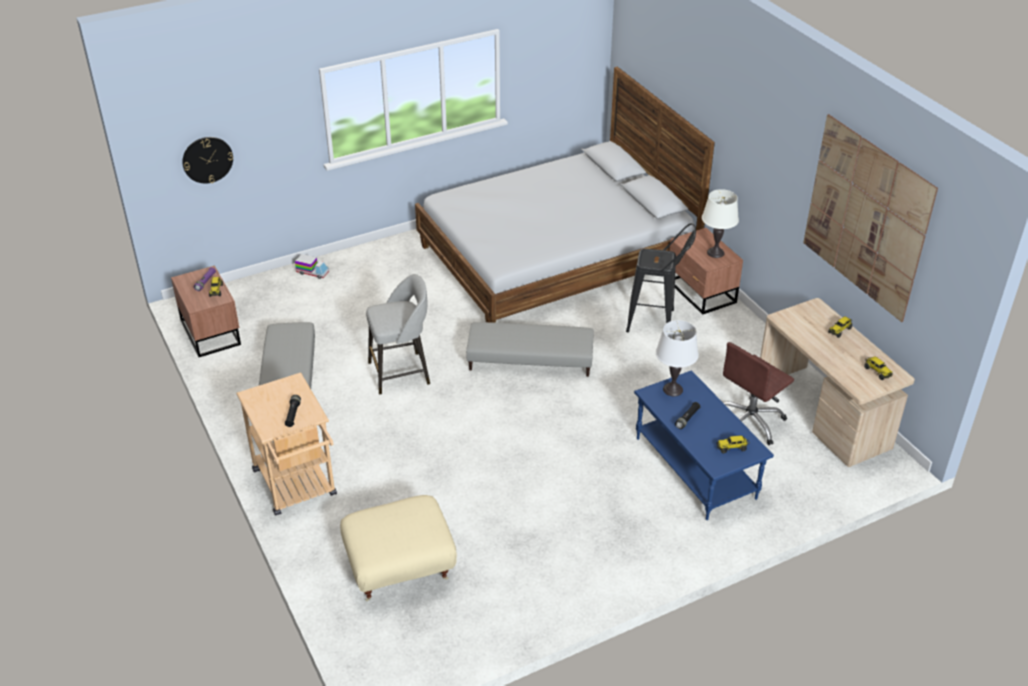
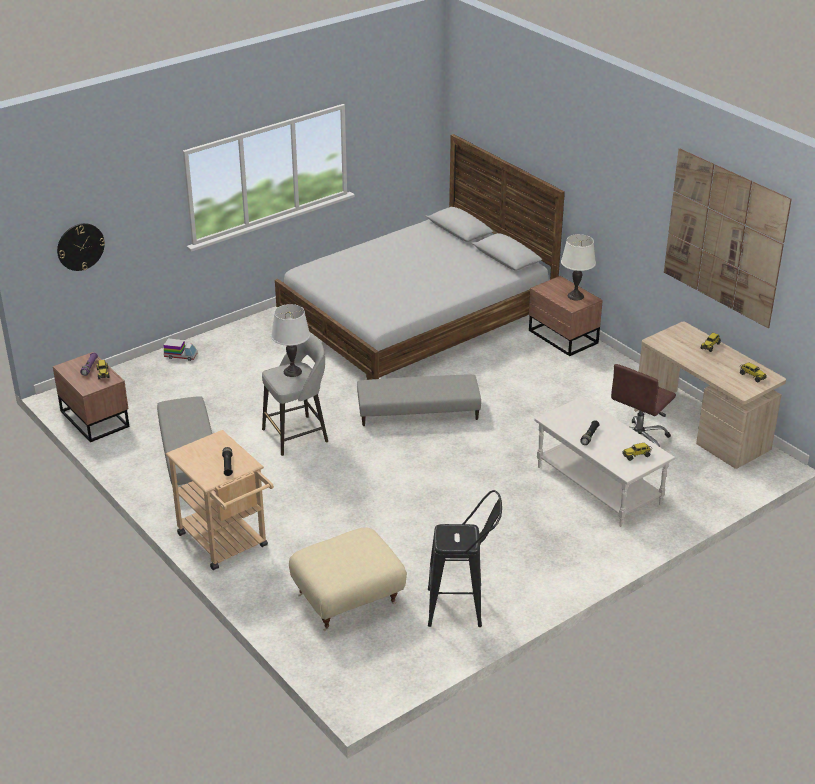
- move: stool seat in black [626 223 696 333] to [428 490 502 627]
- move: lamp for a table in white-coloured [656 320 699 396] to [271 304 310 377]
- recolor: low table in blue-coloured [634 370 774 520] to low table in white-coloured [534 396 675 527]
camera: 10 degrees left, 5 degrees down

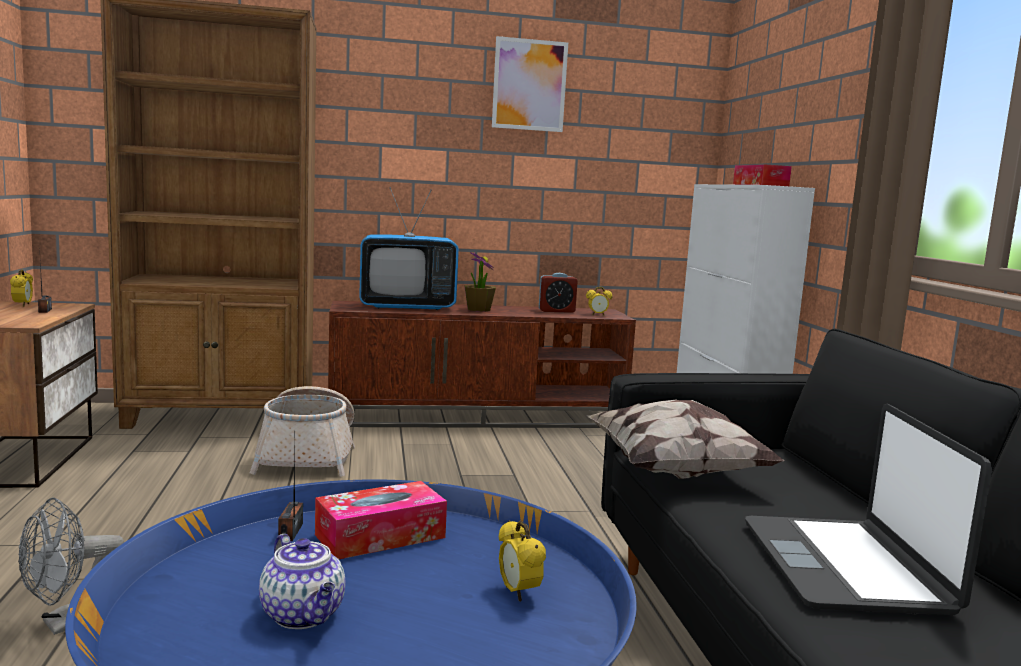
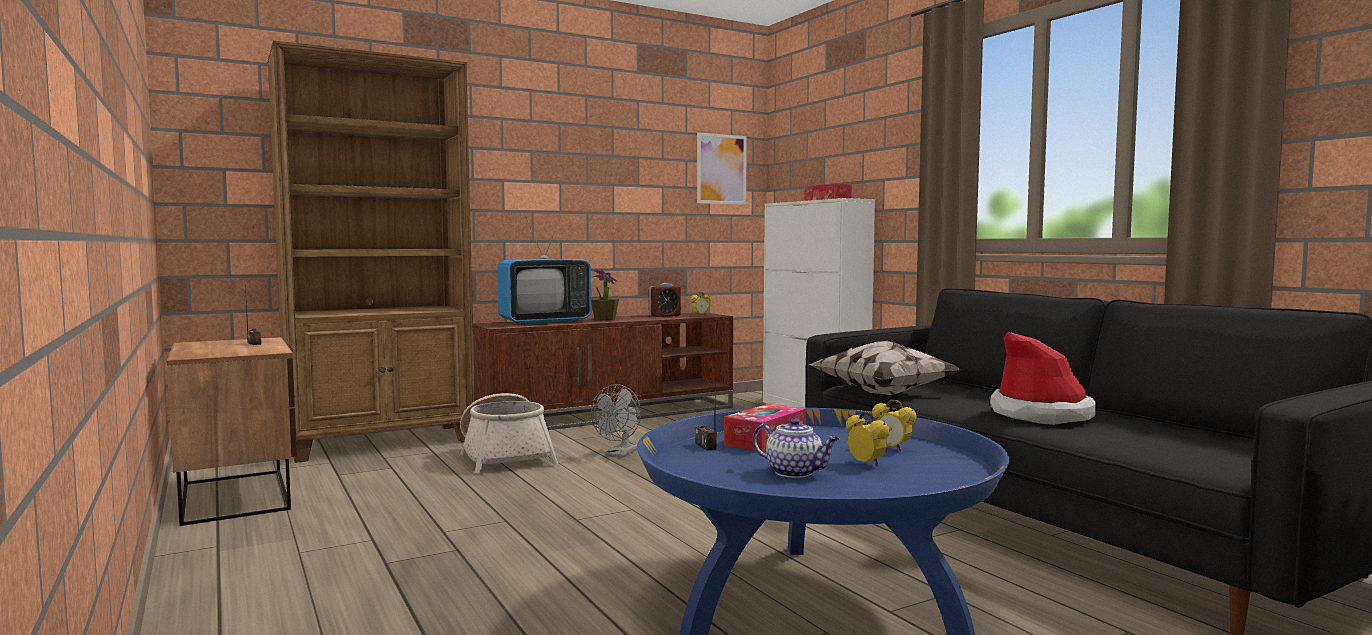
- move: table clock [10 270 33 307] to [846 411 890 466]
- move: electric fan in grey [18 498 124 635] to [591 384 641 458]
- move: wall picture [492 36 568 132] to [697 132 747 205]
- replace: portable computer [745 404 992 615] to hat [990 332 1096 425]
camera: 20 degrees left, 5 degrees down

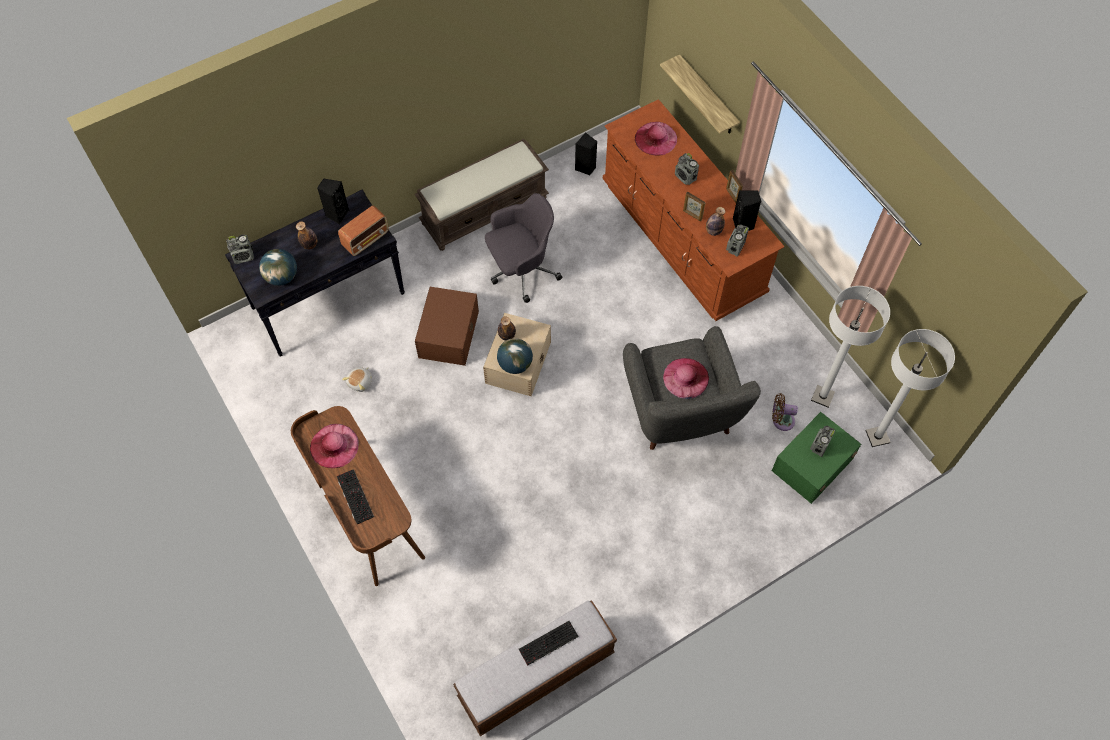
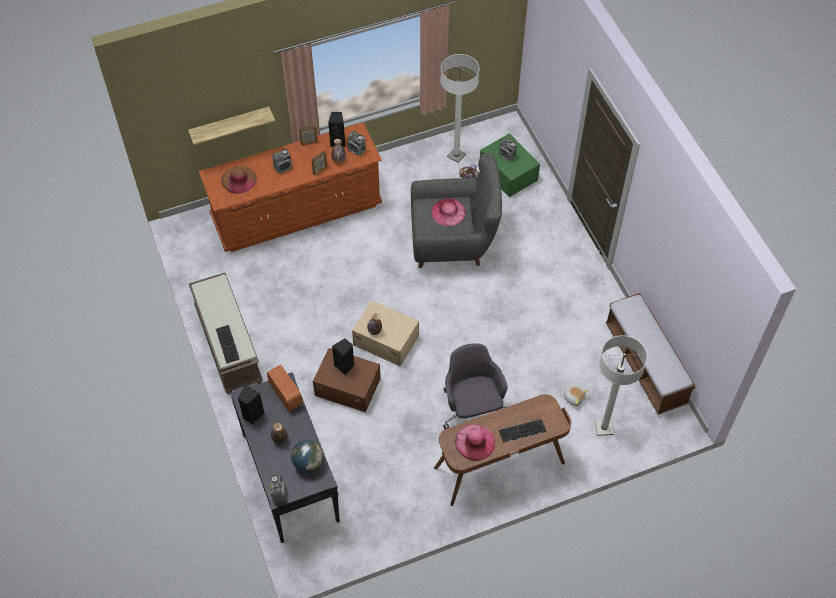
- delete: globe [497 338 533 374]
- move: cuddly toy [342 367 372 392] to [563 385 589 406]
- move: office chair in grey [485 193 562 303] to [443 343 508 430]
- move: PC keyboard [519 621 579 666] to [216 325 240 364]
- move: loudspeaker in black [575 132 597 175] to [332 338 354 376]
- move: standard lamp in white-coloured [865 329 955 447] to [595 335 647 436]
- recolor: hat in pinkish [635 122 677 156] to hat in brown [221 166 257 194]
camera: 80 degrees left, 5 degrees down

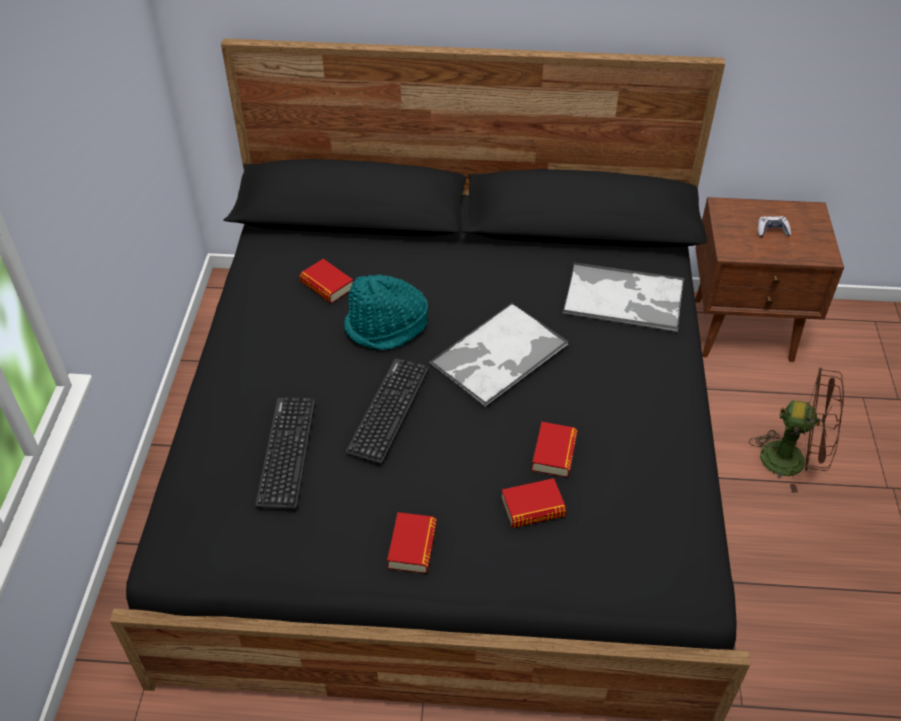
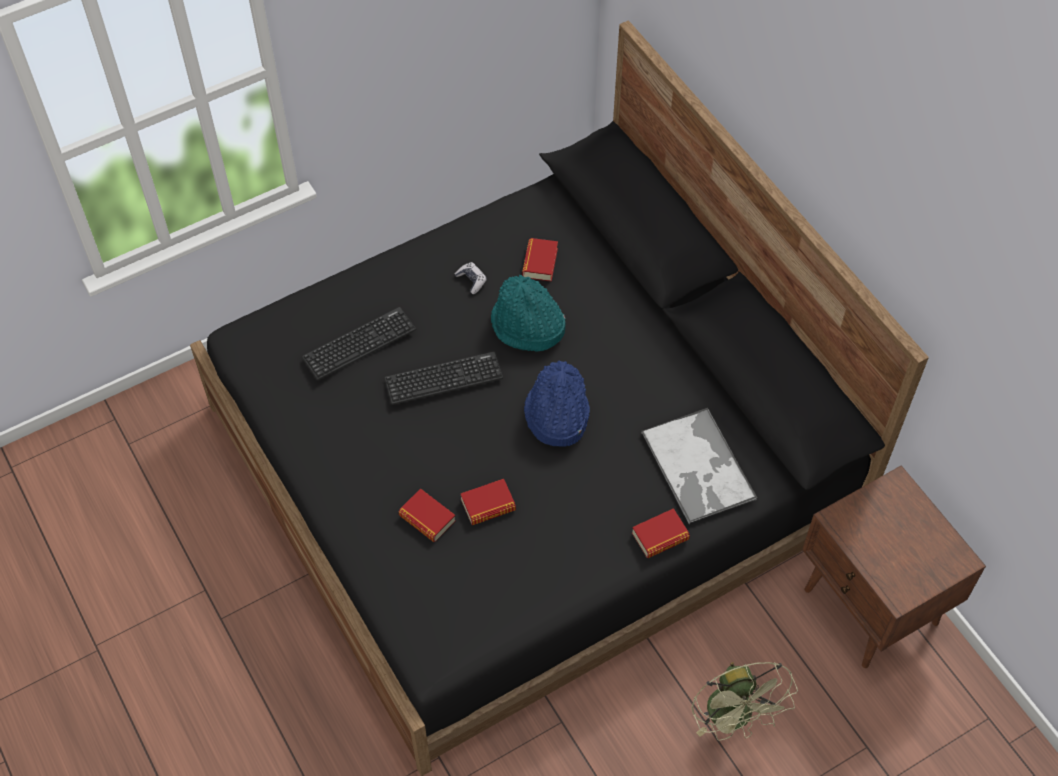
- move: bound book [387 512 437 574] to [632 508 690 558]
- move: game controller [758 216 791 237] to [455 262 487 294]
- replace: carrying tray [430 302 568 408] to hat in blue-coloured [524 360 590 447]
- recolor: electric fan in brown [749 368 844 493] to electric fan in greenish [691 662 798 741]
camera: 55 degrees right, 10 degrees up

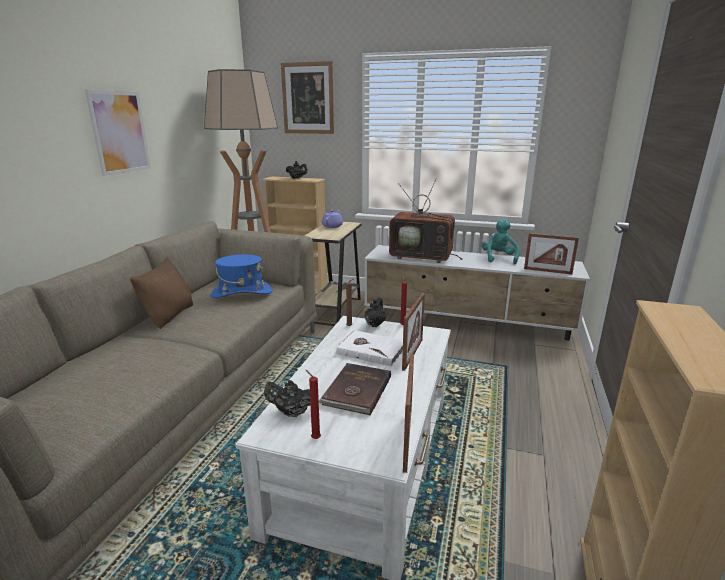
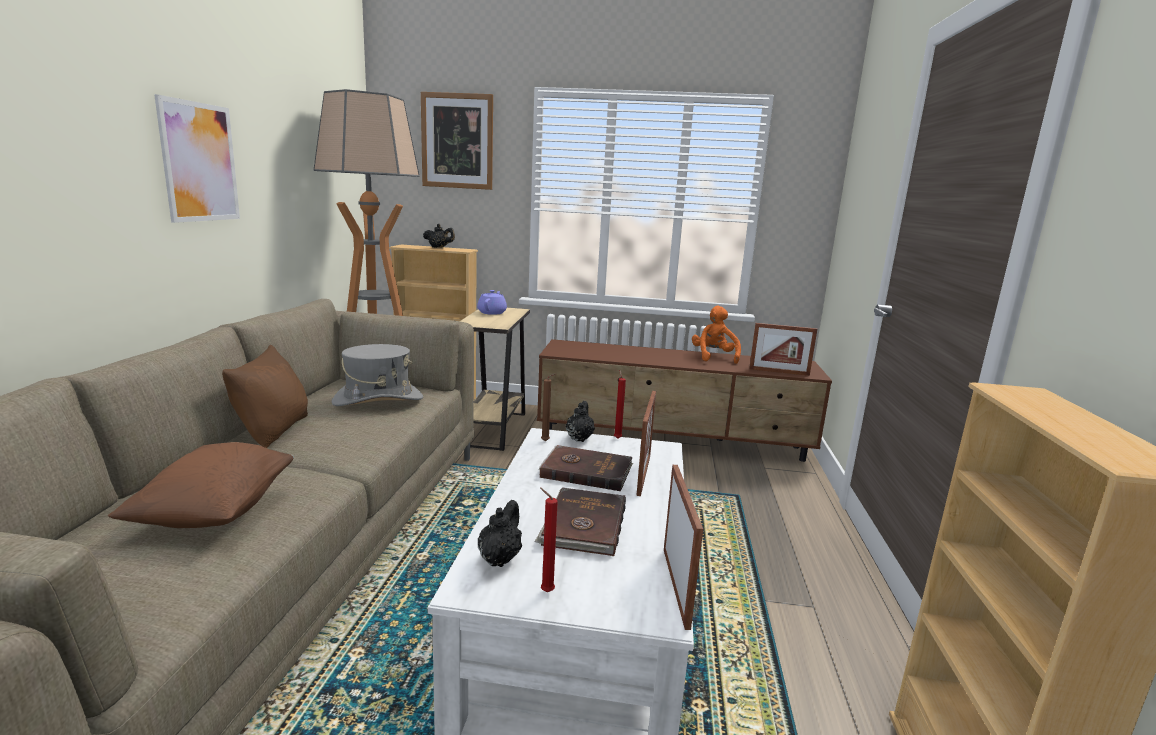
- delete: TV [389 178 463 263]
- insert: pillow in brown [107 442 294 528]
- recolor: hat in blue-coloured [210 254 273 298] to hat in grey [331 344 423 406]
- recolor: bound book in white-coloured [336 330 403 367] to bound book in brown [539 445 633 491]
- recolor: tv unit in white-coloured [364 245 590 340] to tv unit in brown [537 339 832 462]
- recolor: cuddly toy in blue-green [482 219 520 264] to cuddly toy in orange [692 306 741 364]
- rotate: teapot in black [264 380 311 417] = [478 500 522 567] 105 degrees clockwise
camera: 10 degrees left, 5 degrees down

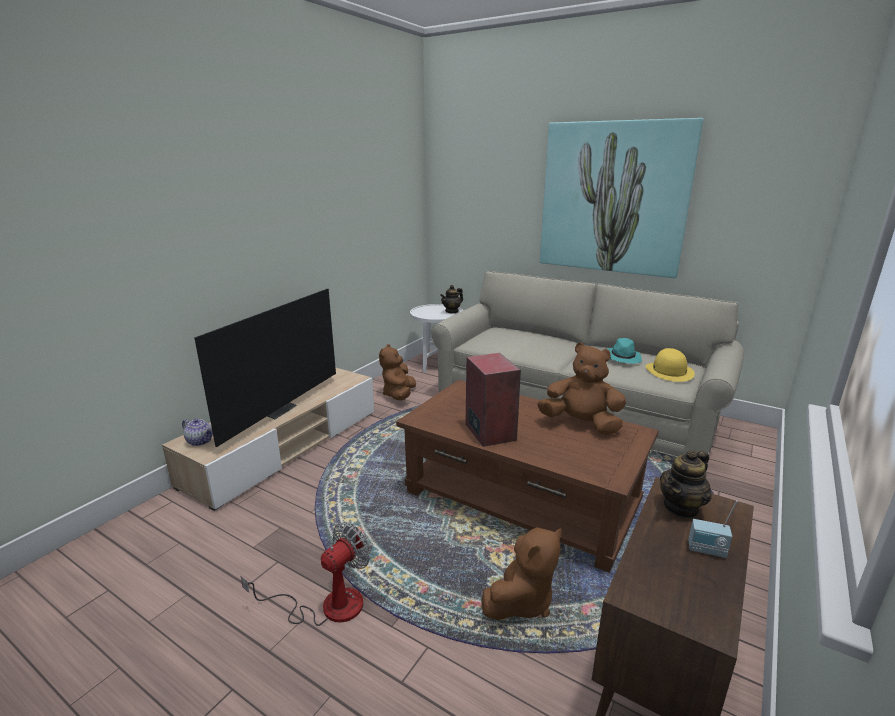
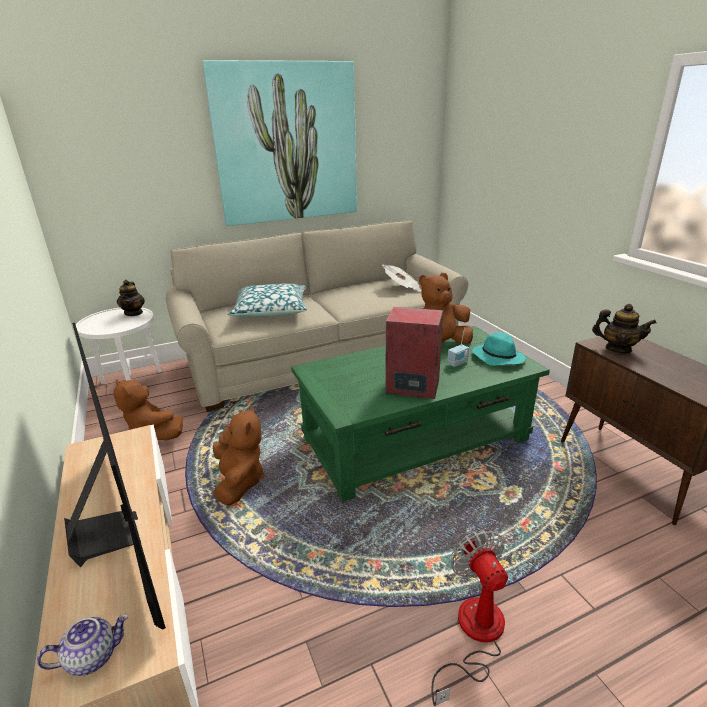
- insert: pillow [228 283 307 317]
- move: cuddly toy in brown [481 527 562 620] to [213 405 265 505]
- move: hat in blue-green [606 338 642 364] to [472 332 526 366]
- move: radio set [688 501 738 558] to [447 328 469 367]
- replace: hat in yellow-coloured [645 348 695 382] to daily paper [382 264 421 291]
- recolor: low table in brown [396 380 659 573] to low table in greenish [291 326 550 502]
- rotate: teapot [660 450 712 519] = [592 304 657 353] 60 degrees counterclockwise
camera: 55 degrees left, 5 degrees up

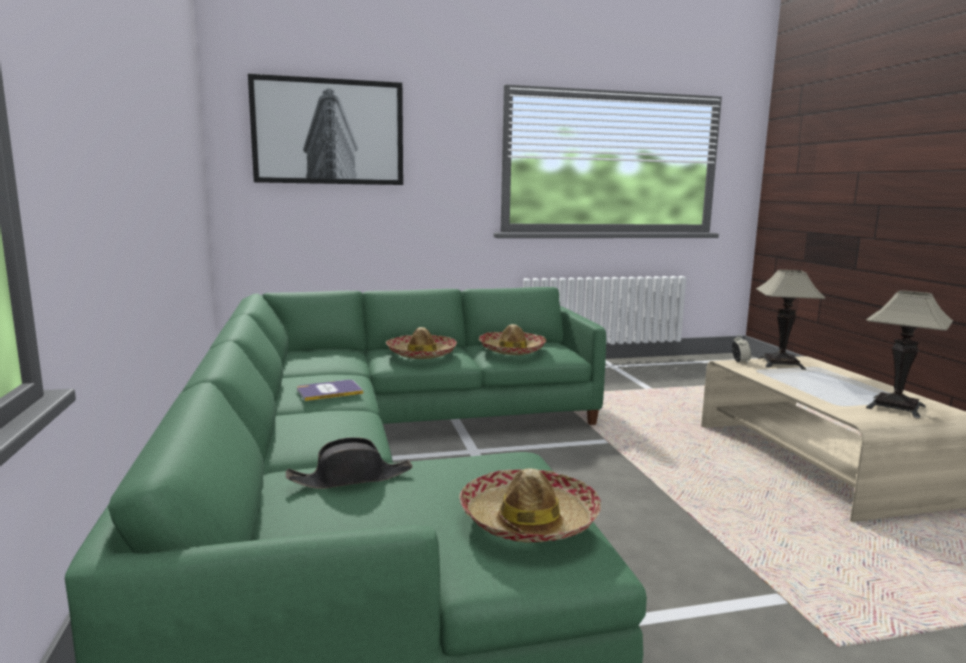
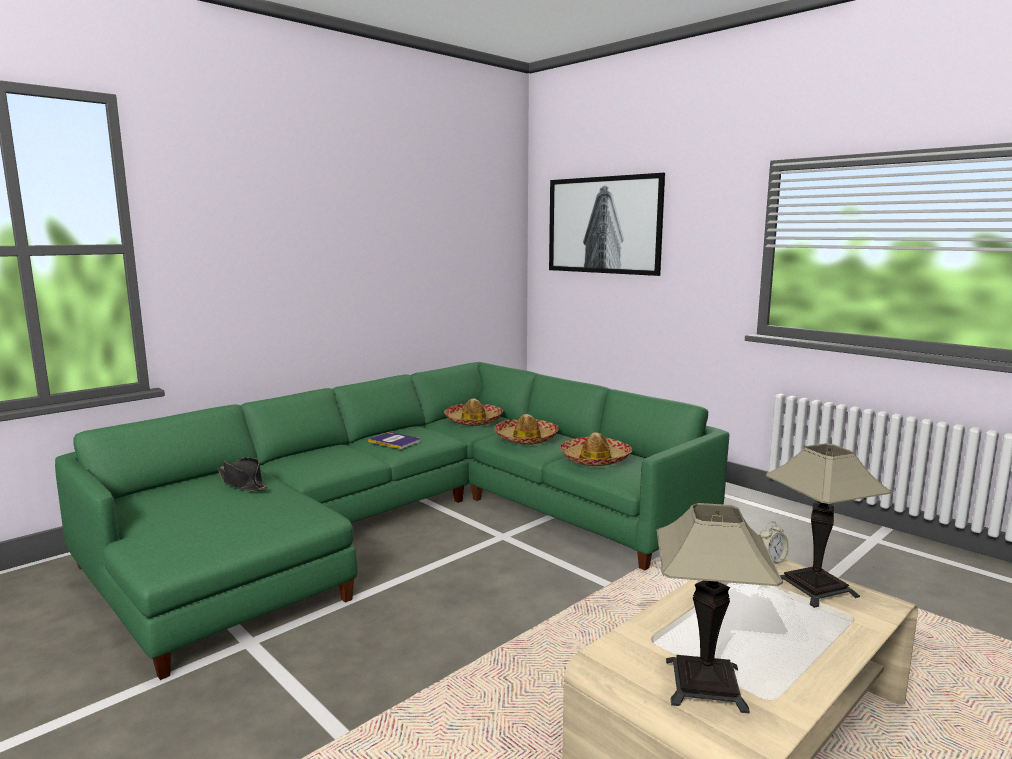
- move: hat [459 469 601 542] to [444 398 503 426]
camera: 60 degrees right, 0 degrees up

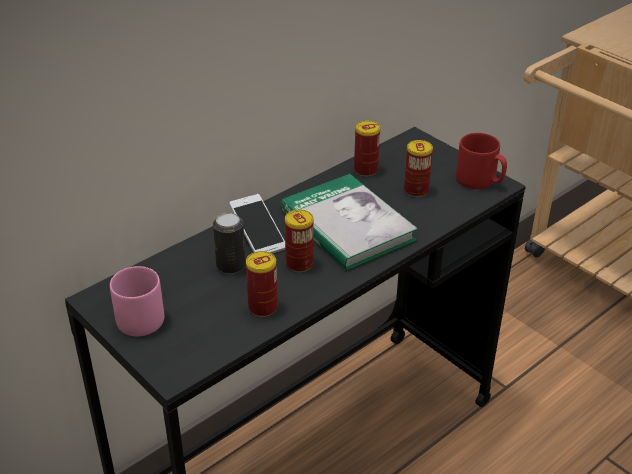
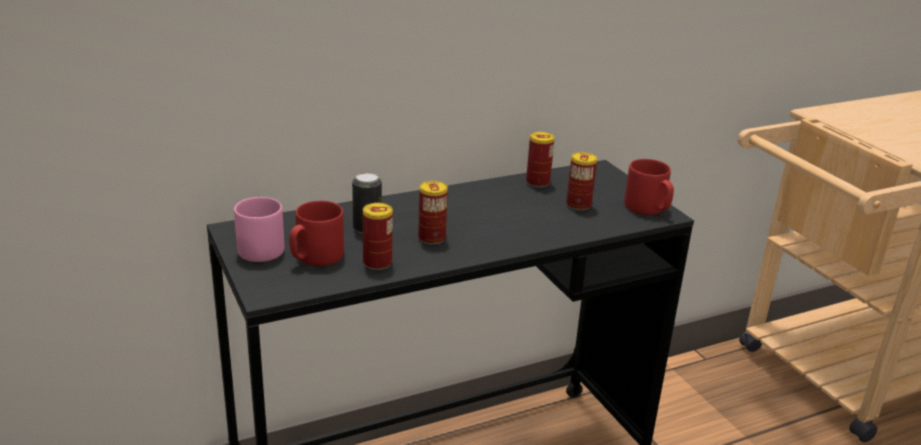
- delete: handset [229 194 285 254]
- delete: bound book [280 174 418 271]
- insert: mug in red [289 201 344 266]
camera: 15 degrees right, 10 degrees down

